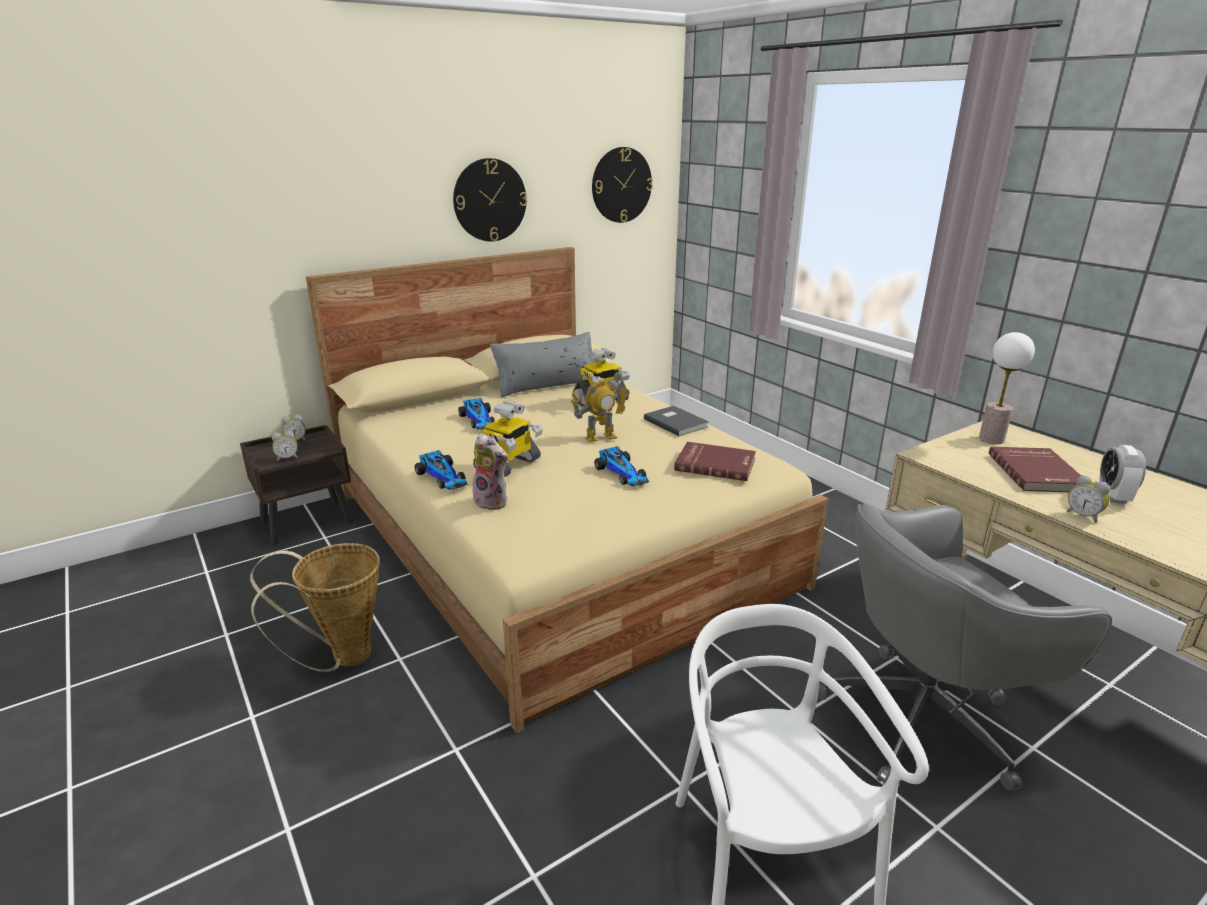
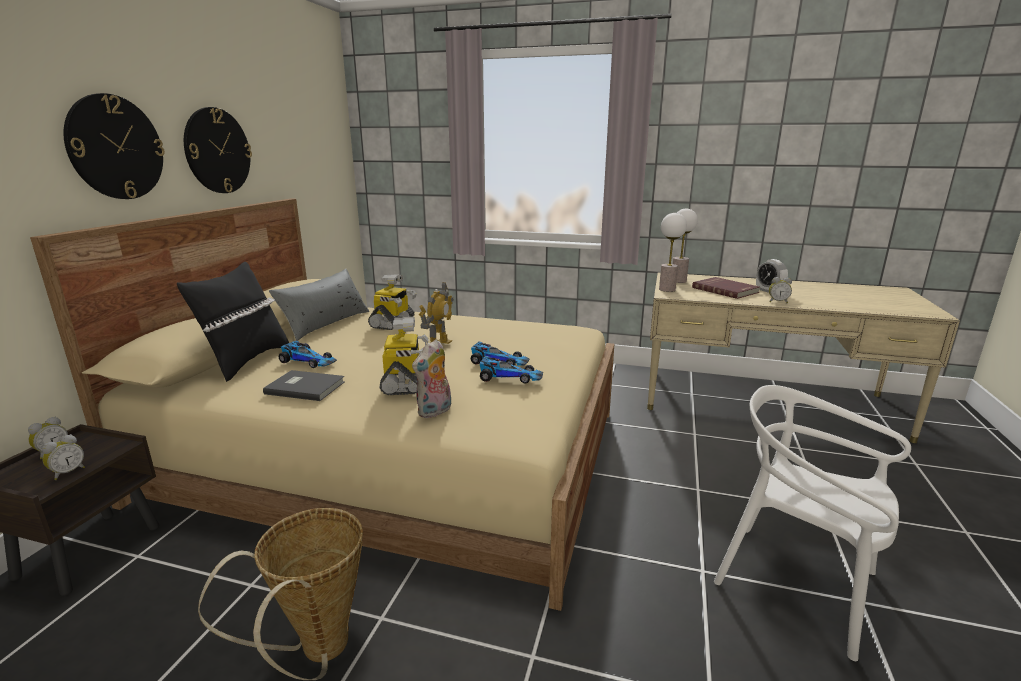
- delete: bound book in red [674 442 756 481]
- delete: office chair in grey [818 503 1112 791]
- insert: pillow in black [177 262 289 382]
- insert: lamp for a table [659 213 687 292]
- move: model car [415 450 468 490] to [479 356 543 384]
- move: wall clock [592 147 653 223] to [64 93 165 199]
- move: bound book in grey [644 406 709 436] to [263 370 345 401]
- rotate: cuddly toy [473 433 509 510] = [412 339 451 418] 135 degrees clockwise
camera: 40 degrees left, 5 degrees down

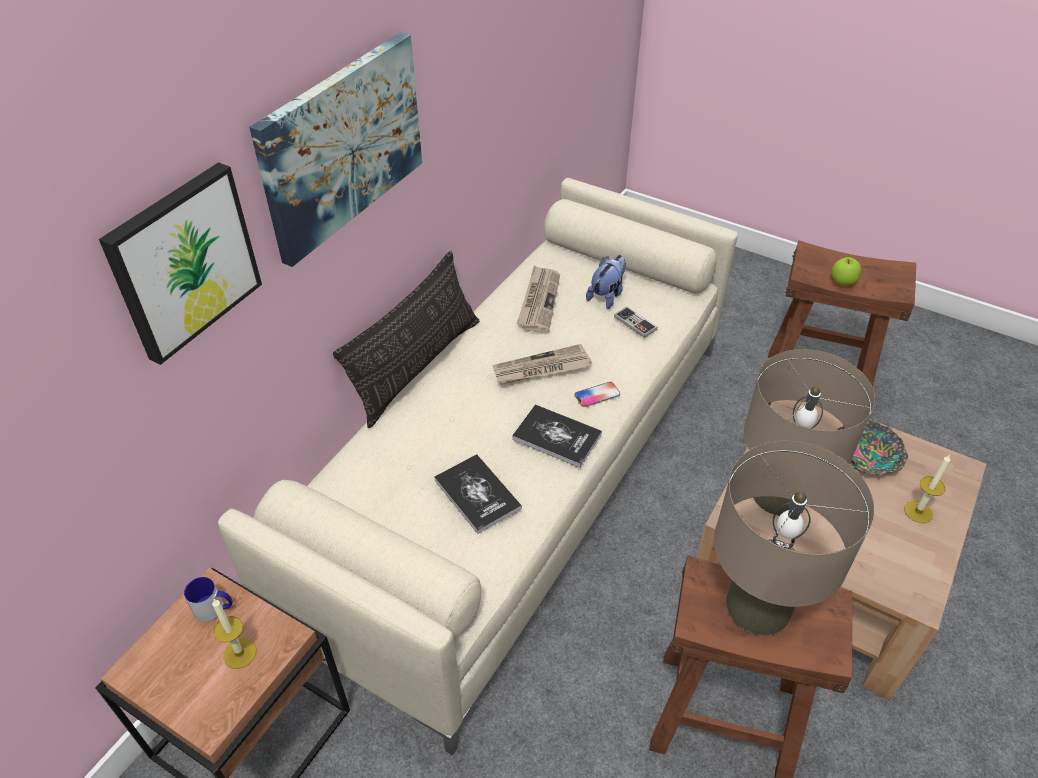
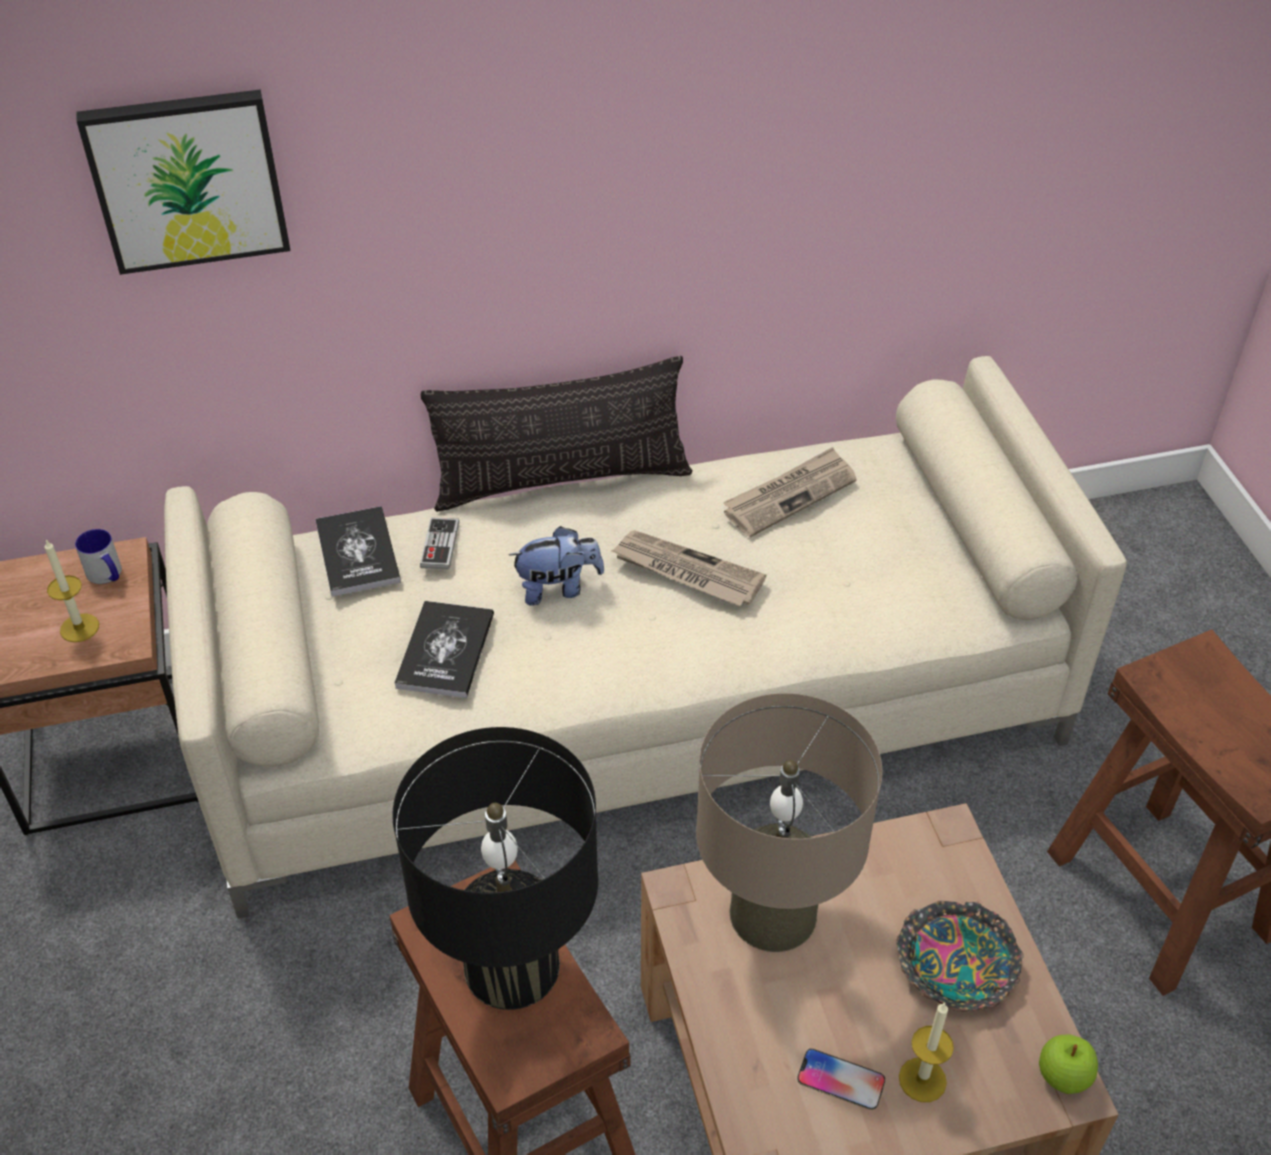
- delete: wall picture [249 32 422 267]
- move: bound book [512 404 602 468] to [315 506 401 596]
- move: handset [575 382 620 407] to [797 1049 885 1110]
- move: cuddly toy [586 255 626 309] to [509 526 604 606]
- move: game controller [614 306 658 338] to [420 518 459 569]
- move: apple fruit [832 257 861 286] to [1039 1034 1098 1094]
- recolor: lamp for a table in beige-coloured [714 441 874 636] to lamp for a table in black [392 727 598 1010]
camera: 45 degrees right, 0 degrees up

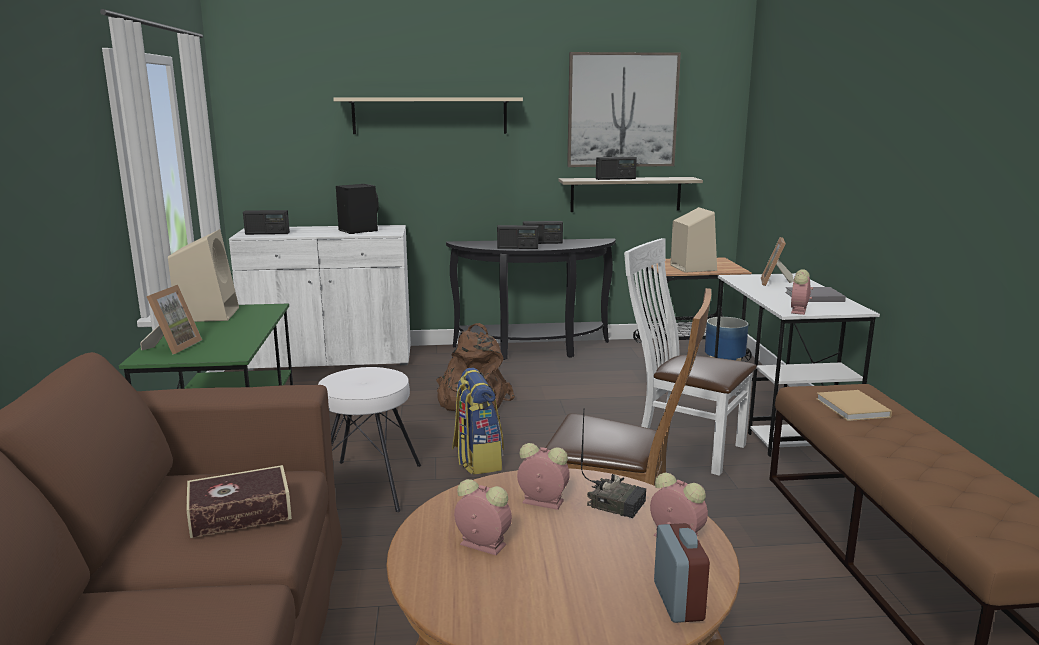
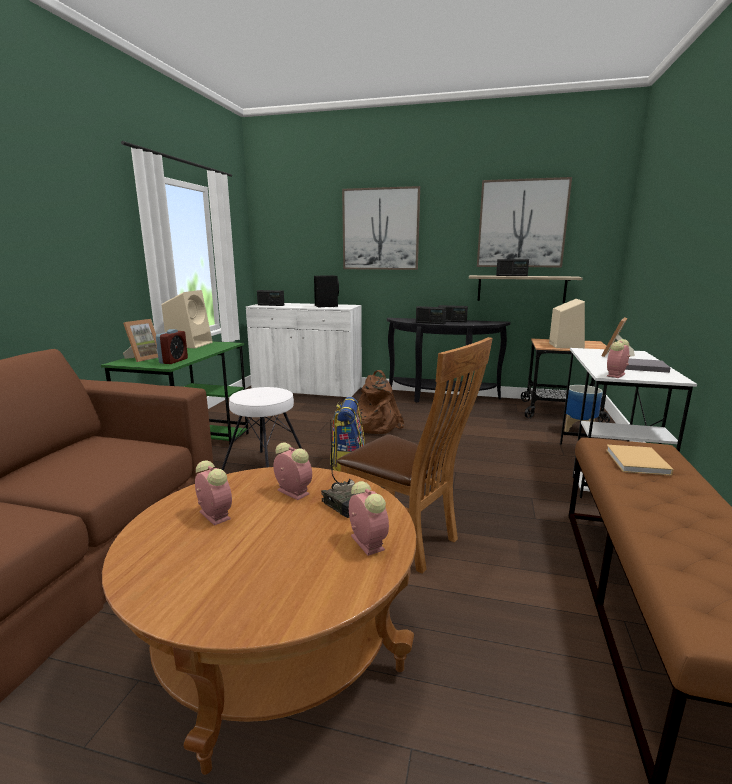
- delete: bound book [186 465 292 538]
- delete: chair in white-coloured [624 238 757 476]
- move: table clock [654 523 710 623] to [156 329 188 364]
- replace: wall shelf in beige-coloured [333 97 523 134] to wall picture [342 186 420 270]
camera: 20 degrees right, 0 degrees up

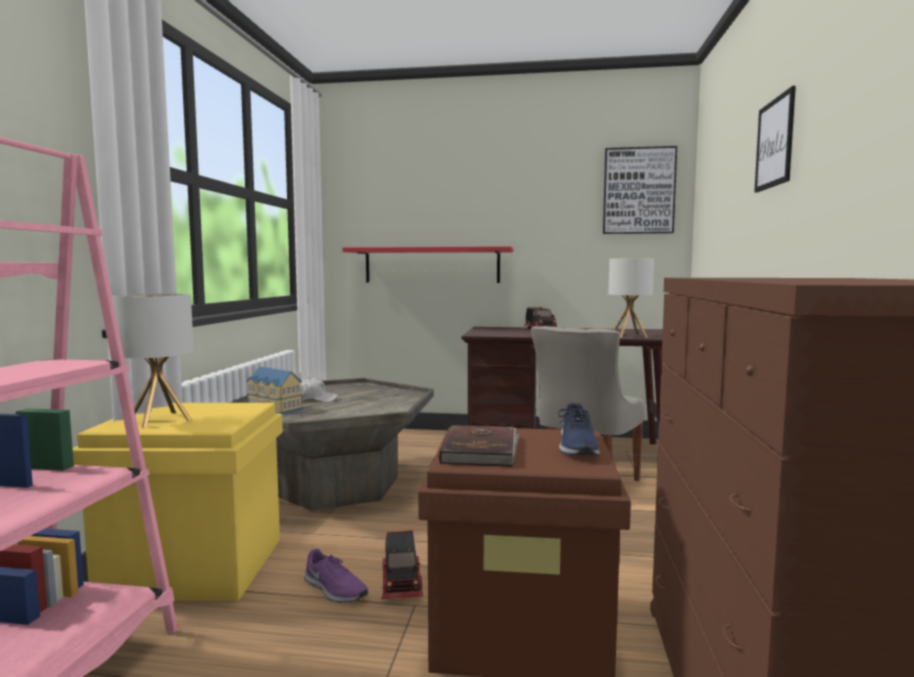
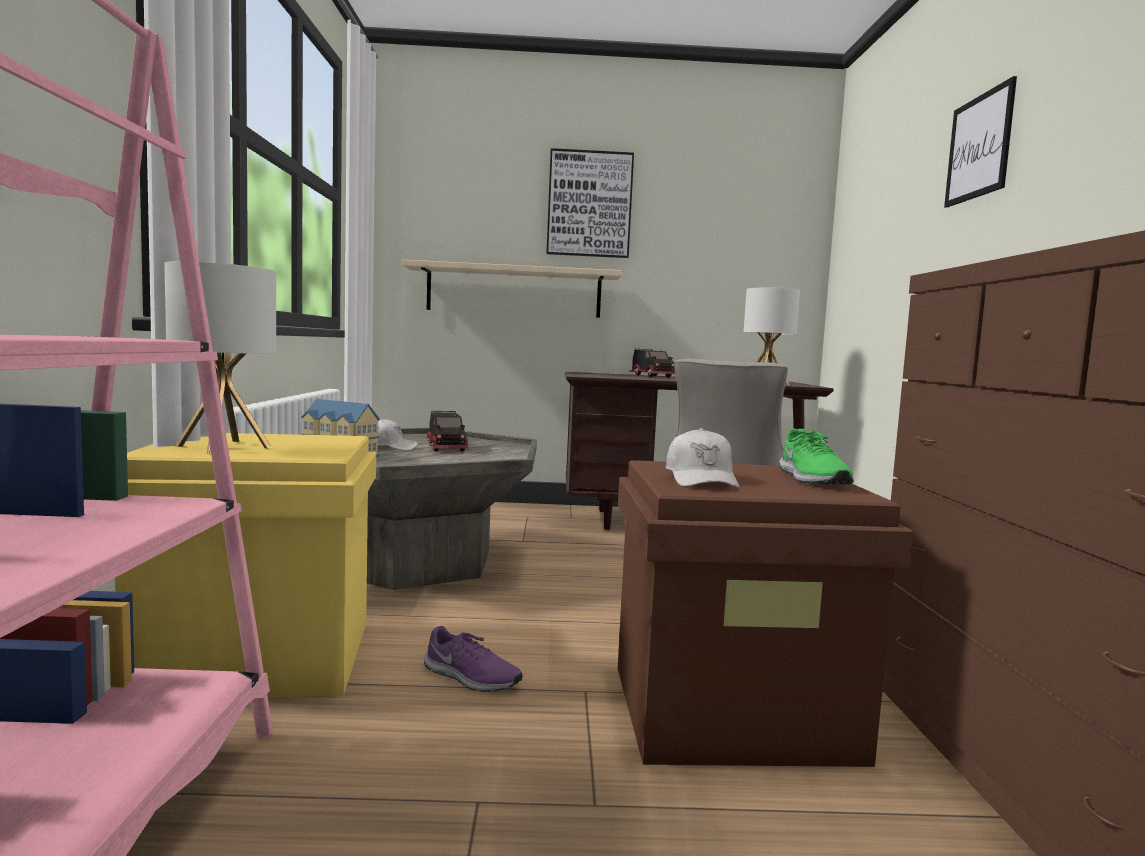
- move: toy truck [381 530 424 599] to [426 411 469 451]
- move: wall picture [603 146 677 234] to [547 148 634 258]
- replace: bound book in brown [439 425 520 466] to cap in white-coloured [666 428 739 488]
- recolor: wall shelf in red [343 246 513 283] to wall shelf in beige-coloured [402 260 622 318]
- recolor: item of footwear in blue-coloured [558 403 600 456] to item of footwear in greenish [779 428 854 484]
camera: 10 degrees left, 0 degrees up

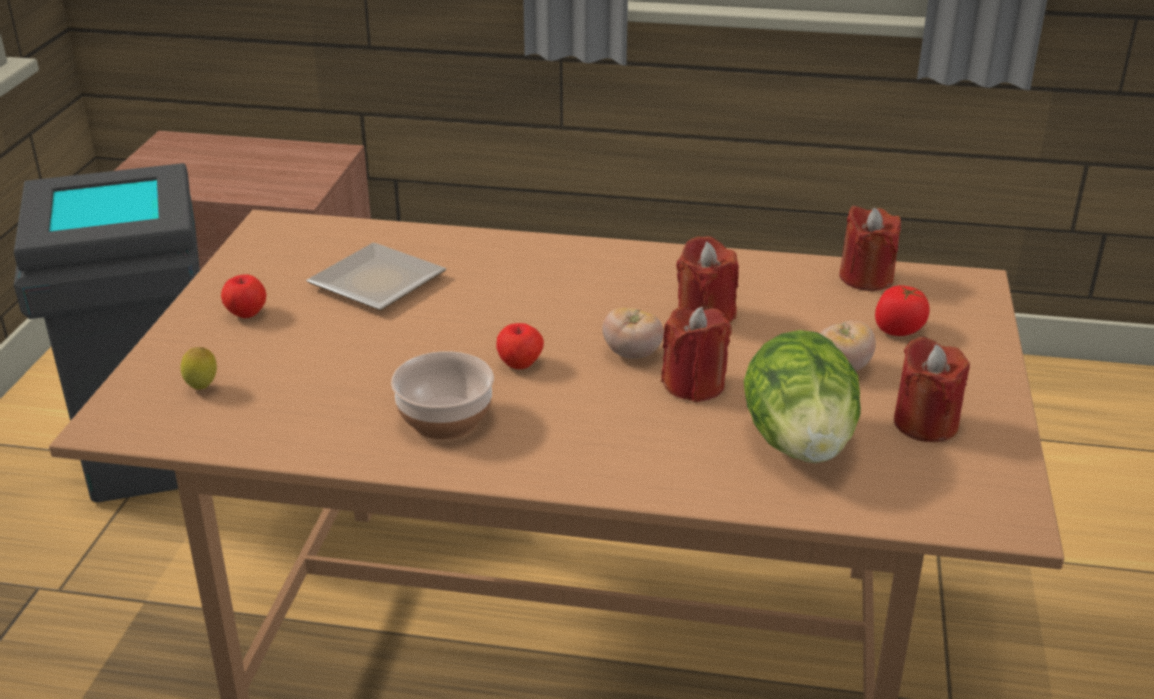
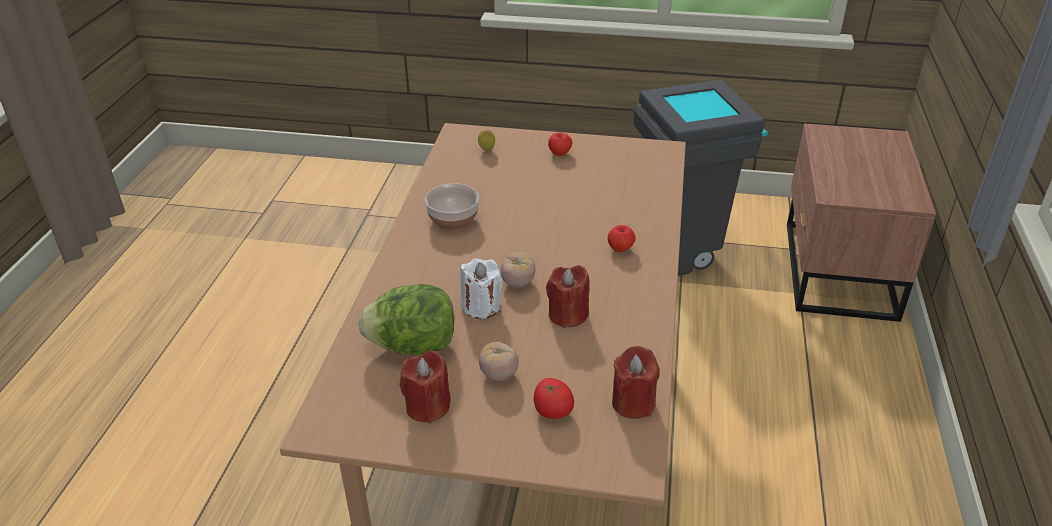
- delete: plate [306 243 446 310]
- move: apple fruit [496 323 544 369] to [607 225 636 252]
- recolor: wax light in red [661 307 732 402] to wax light in white-coloured [460 258 503 319]
camera: 90 degrees right, 5 degrees up

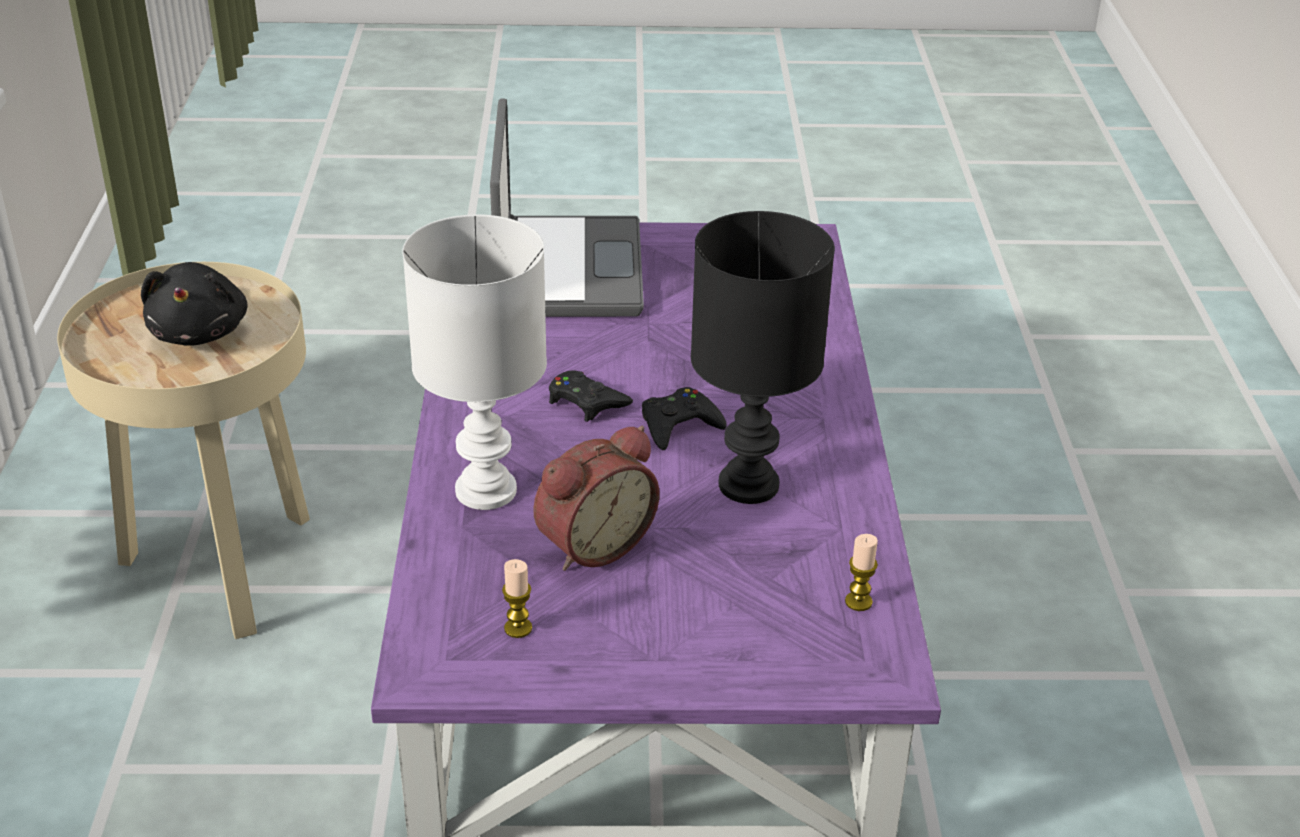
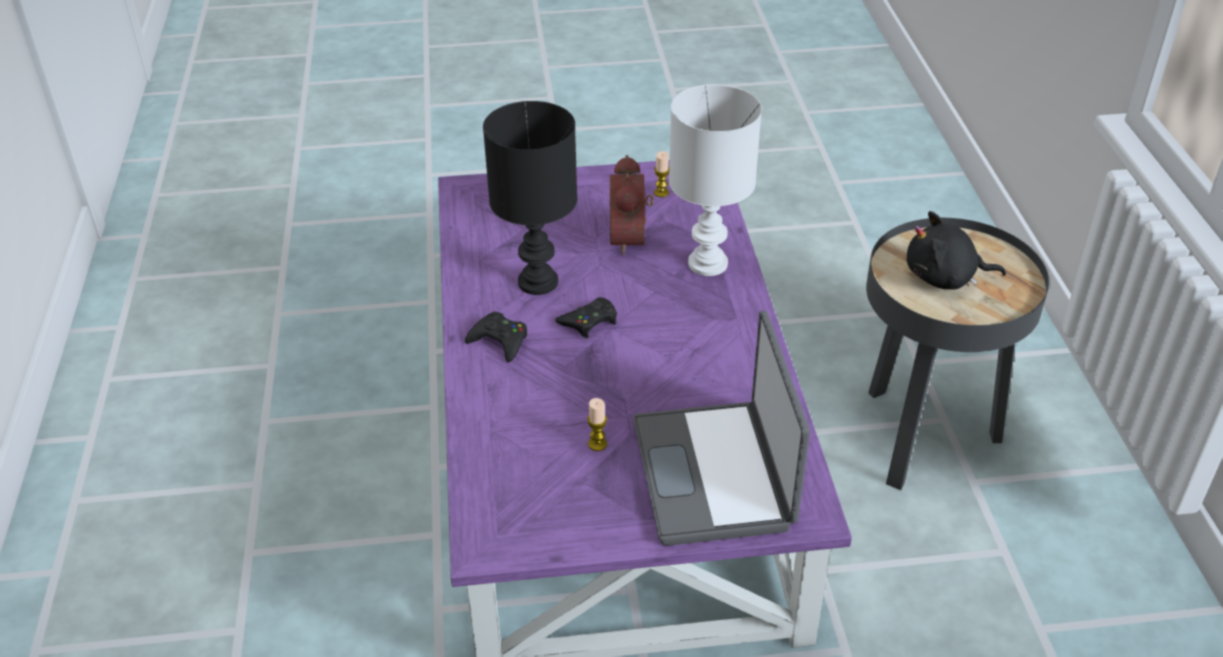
- move: game controller in black [549 370 633 422] to [465 311 527 362]
- move: wax light [845 534 878 611] to [587 398 607 451]
- recolor: end table in beige-coloured [57 262 310 639] to end table in black [866 218 1049 490]
- rotate: cuddly toy in black [141 262 248 346] = [907 211 1006 289] 75 degrees counterclockwise
- rotate: table clock [533 426 660 571] = [610 155 654 255] 45 degrees counterclockwise
camera: 175 degrees right, 5 degrees up

